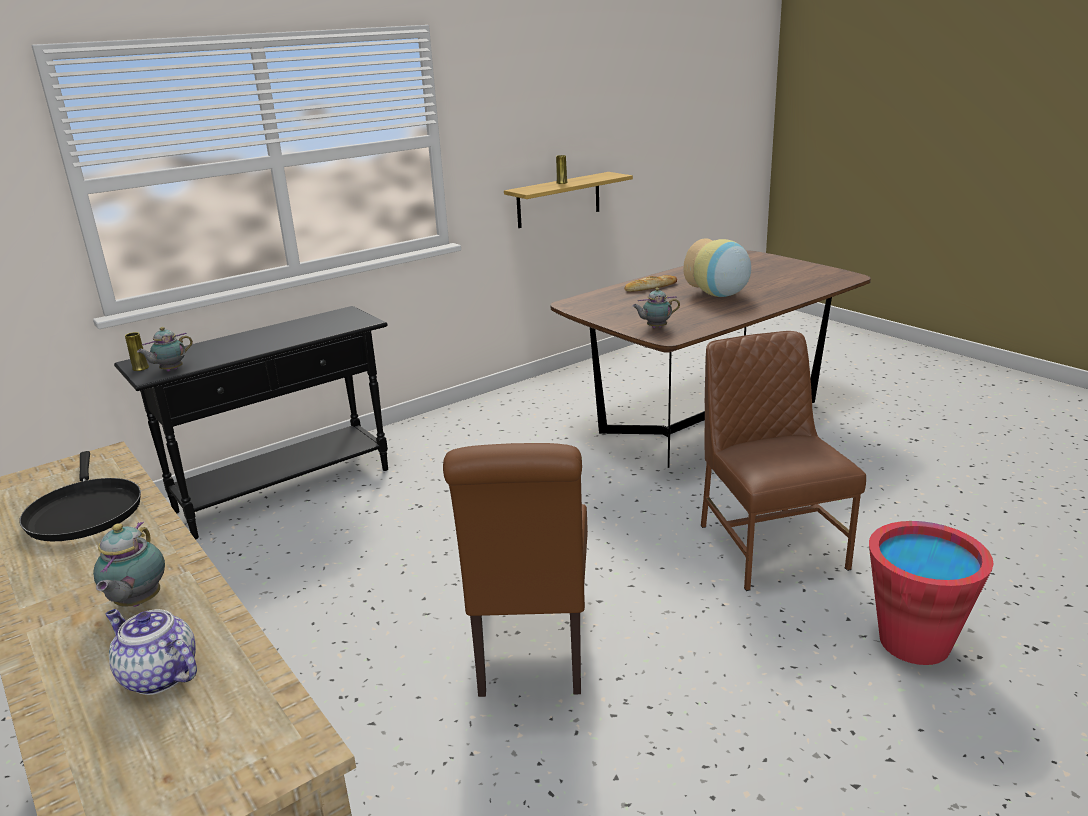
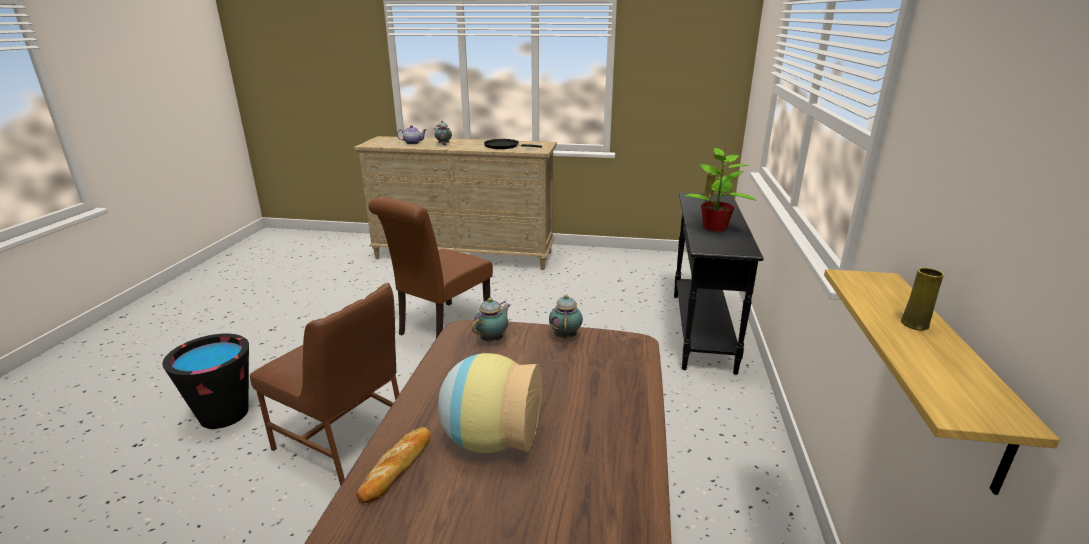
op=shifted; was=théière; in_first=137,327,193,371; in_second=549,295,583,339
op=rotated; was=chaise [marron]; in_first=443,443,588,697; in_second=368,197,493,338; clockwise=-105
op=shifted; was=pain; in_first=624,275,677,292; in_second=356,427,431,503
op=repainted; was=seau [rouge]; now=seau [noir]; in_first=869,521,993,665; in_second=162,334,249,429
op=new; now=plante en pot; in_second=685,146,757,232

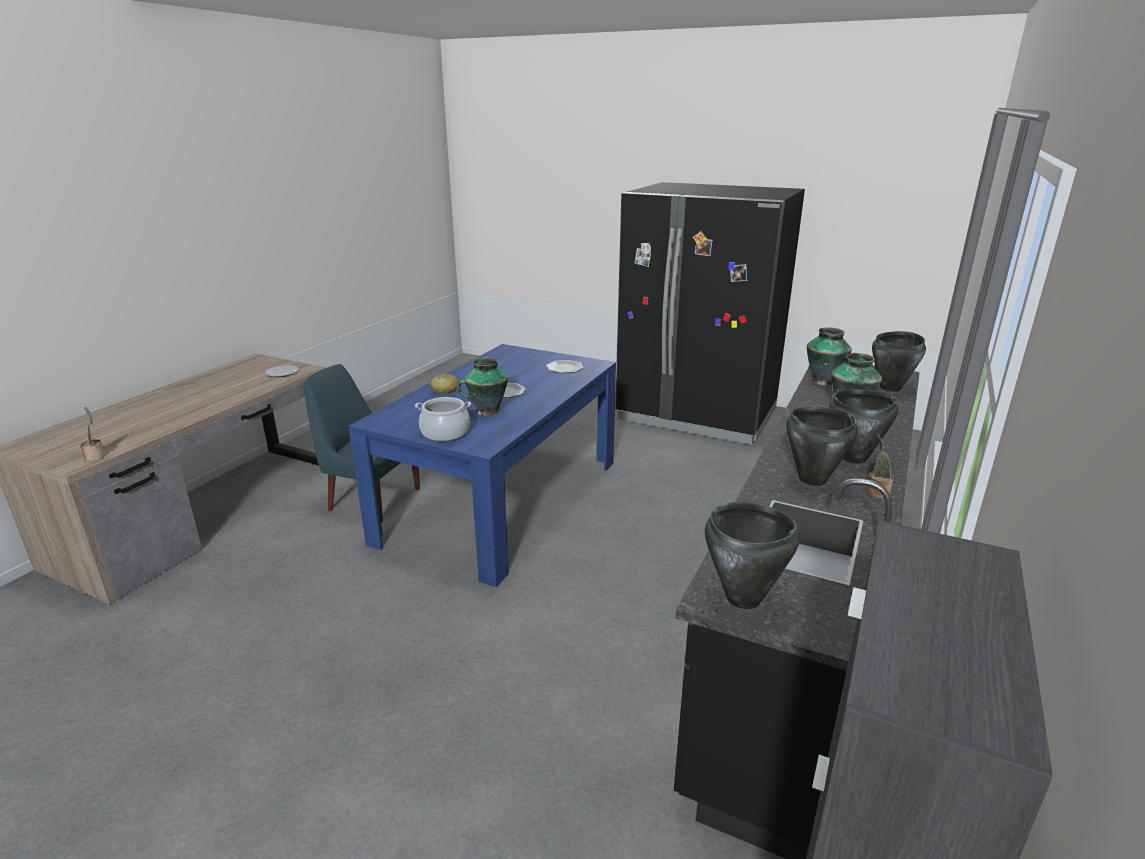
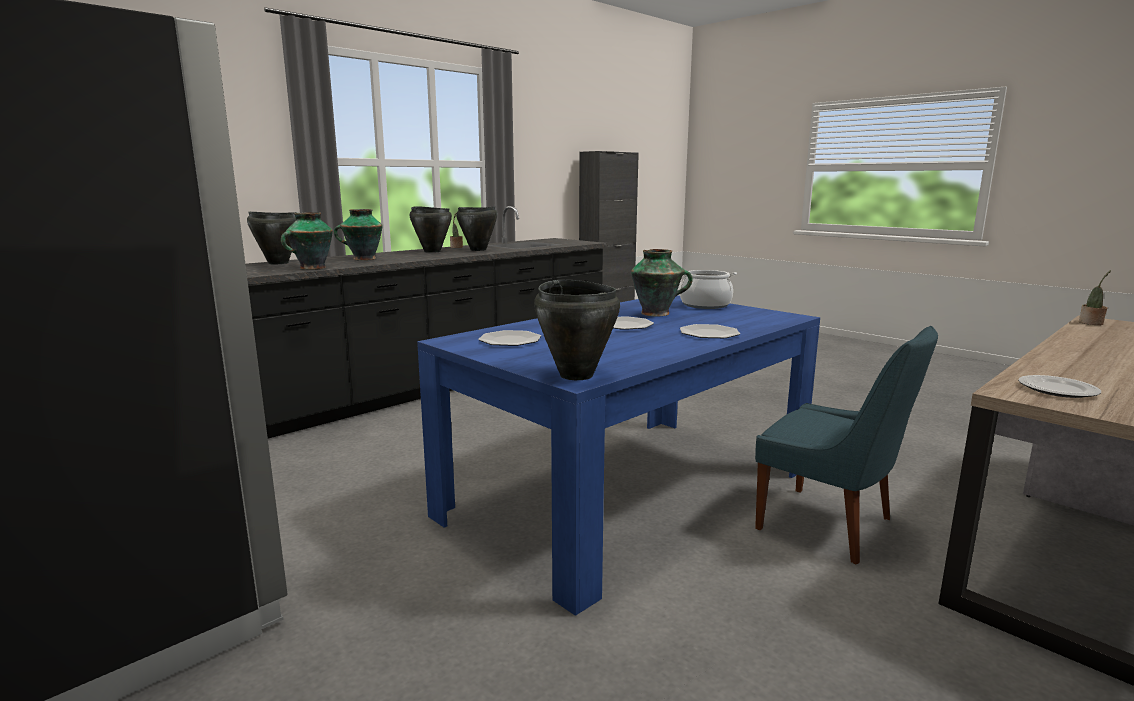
op=swapped; was=pain; now=assiette; in_first=430,374,459,394; in_second=680,324,740,338
op=shifted; was=marmite [noir]; in_first=705,502,799,609; in_second=534,280,620,380

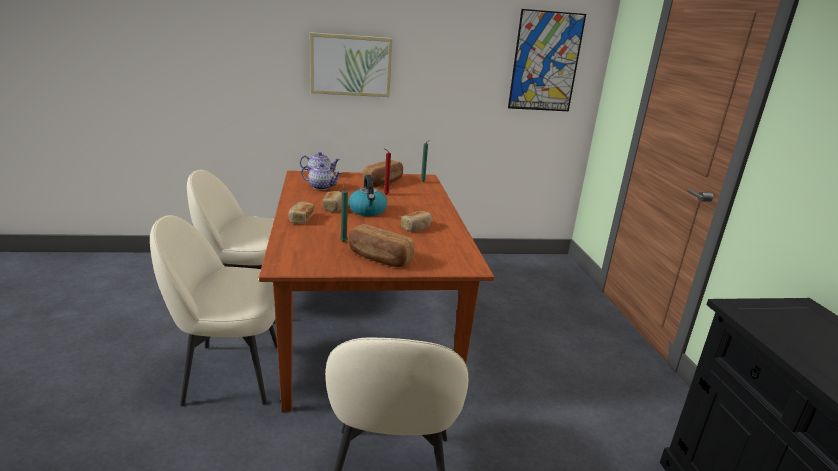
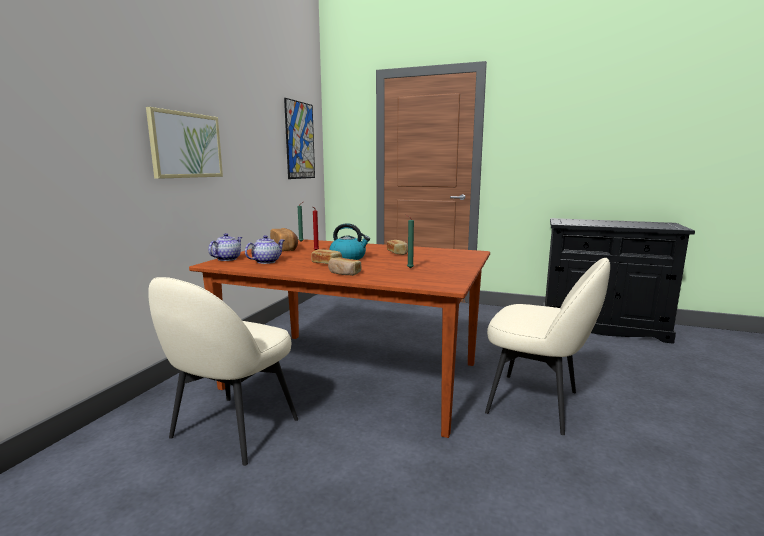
op=gone; was=chaise [beige]; in_first=150,215,277,406
op=gone; was=pain; in_first=348,224,415,267

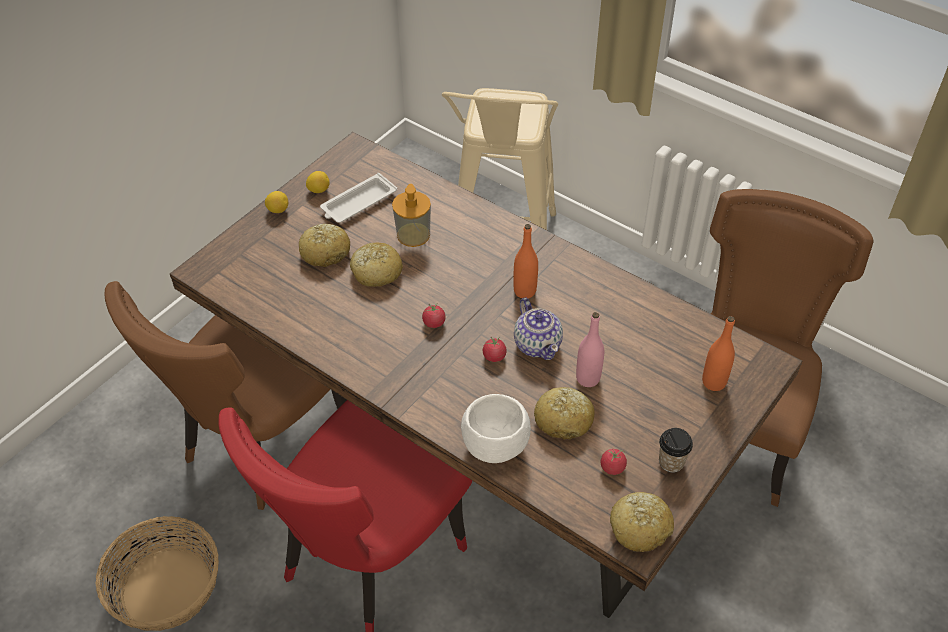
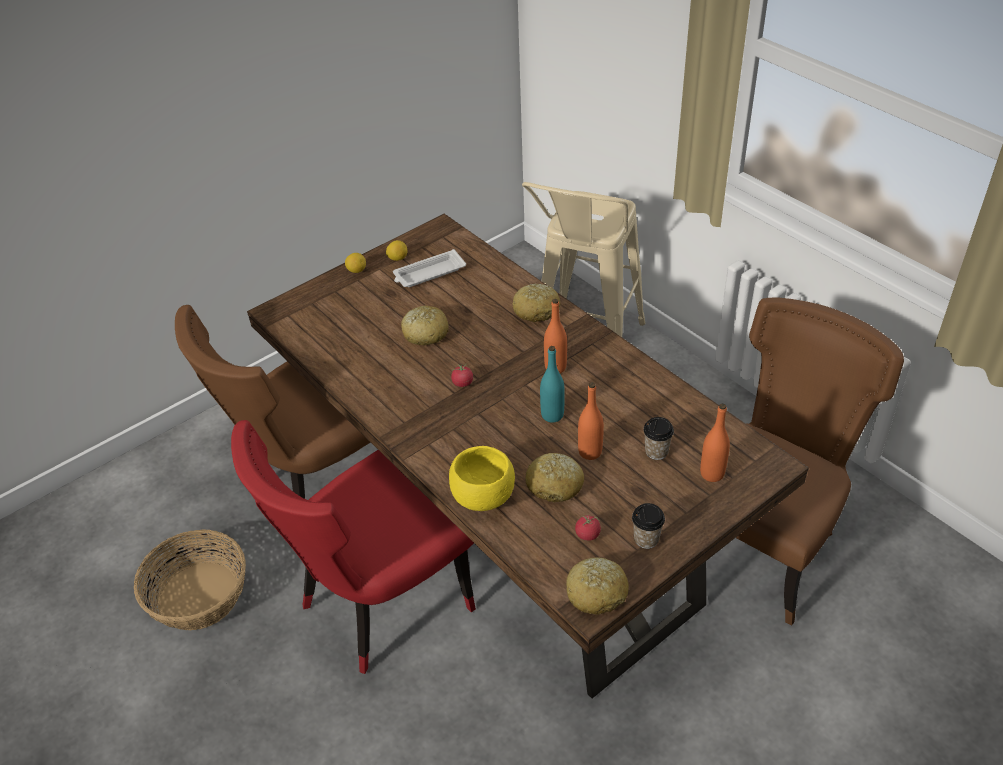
op=shifted; was=pain; in_first=299,224,350,267; in_second=513,283,560,322
op=gone; was=distributeur de savon; in_first=392,184,431,247
op=repainted; was=bol [blanc]; now=bol [jaune]; in_first=461,394,531,463; in_second=449,446,515,511
op=gone; was=tomate; in_first=483,337,507,362
op=swapped; was=théière; now=bouteille [turquoise]; in_first=514,298,563,360; in_second=540,346,565,422
op=repainted; was=bouteille [rose]; now=bouteille [orange]; in_first=576,312,604,387; in_second=578,382,604,460
op=new; now=tasse; in_second=643,417,674,460

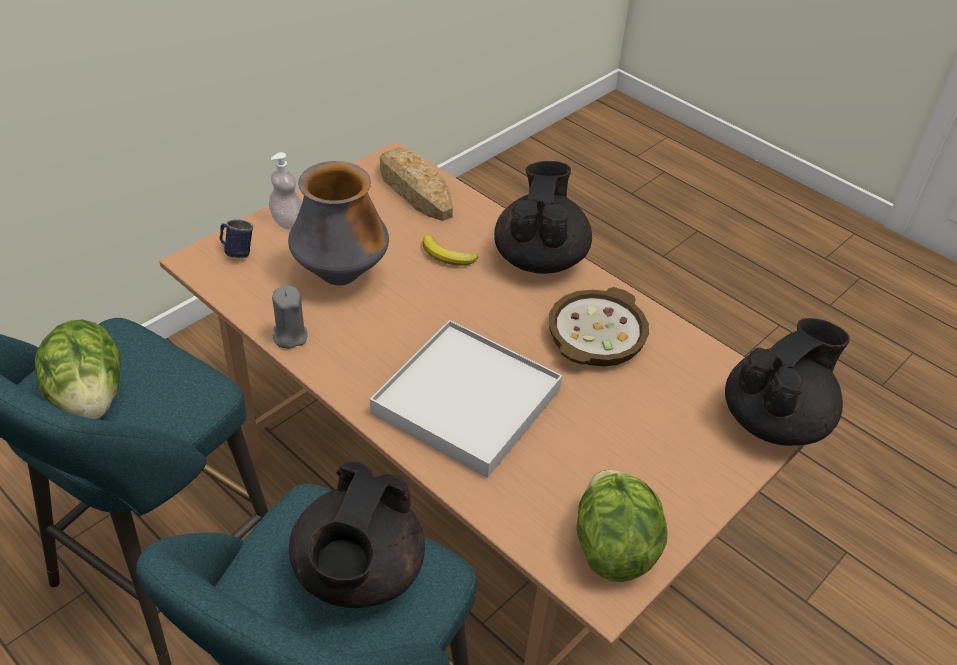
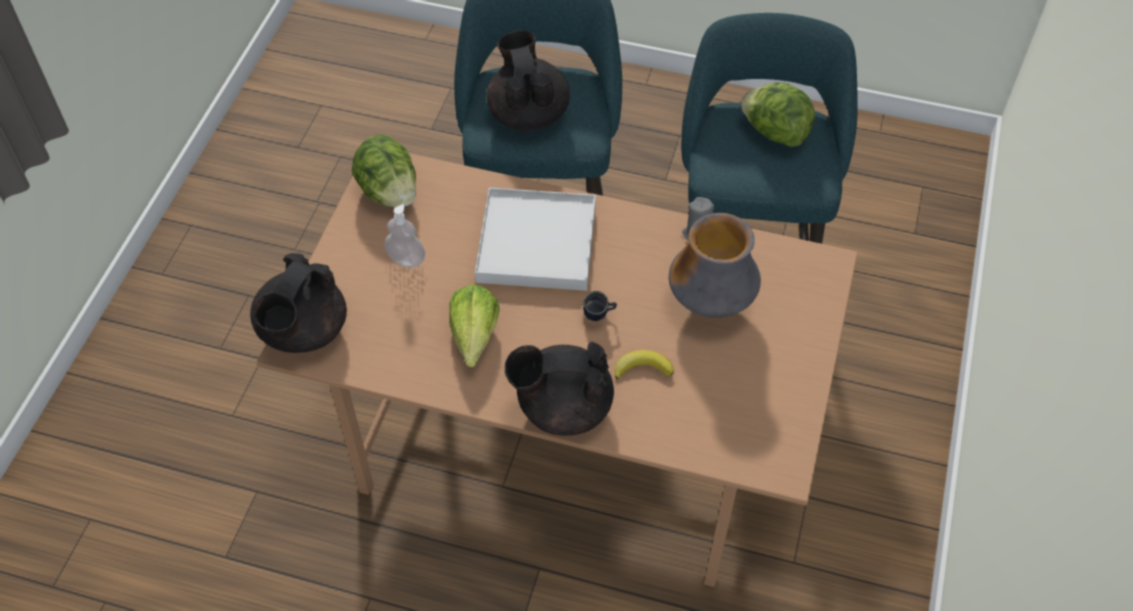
op=shifted; was=mug [bleu]; in_first=220,220,253,258; in_second=583,291,617,321
op=shifted; was=distributeur de savon; in_first=269,152,302,230; in_second=385,204,425,267
op=gone; was=pain; in_first=380,148,453,221
op=rotated; was=théière [noir]; in_first=494,161,592,274; in_second=505,342,614,436; clockwise=105
op=swapped; was=bol; now=laitue; in_first=549,287,649,367; in_second=449,284,499,367

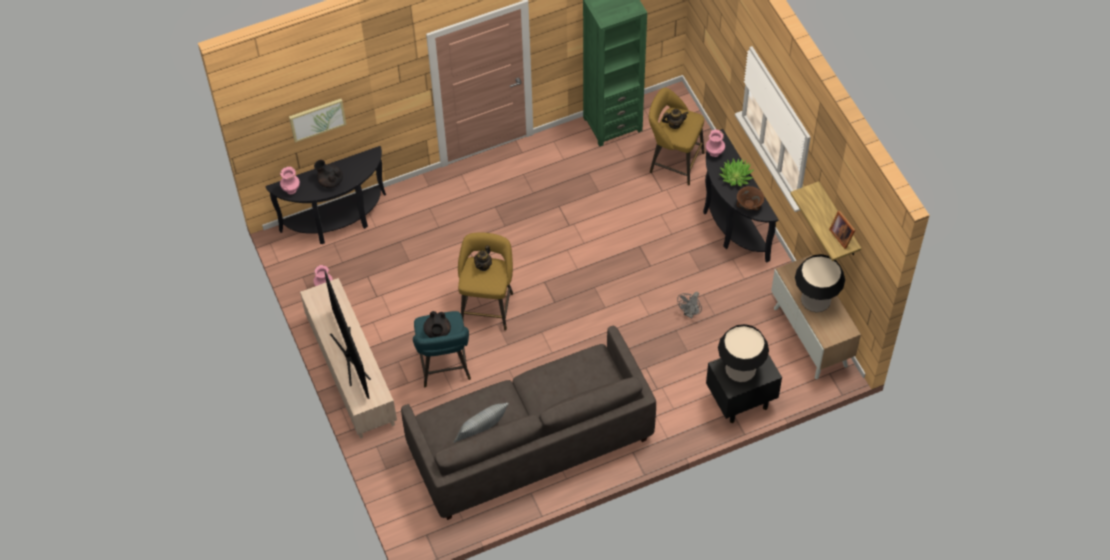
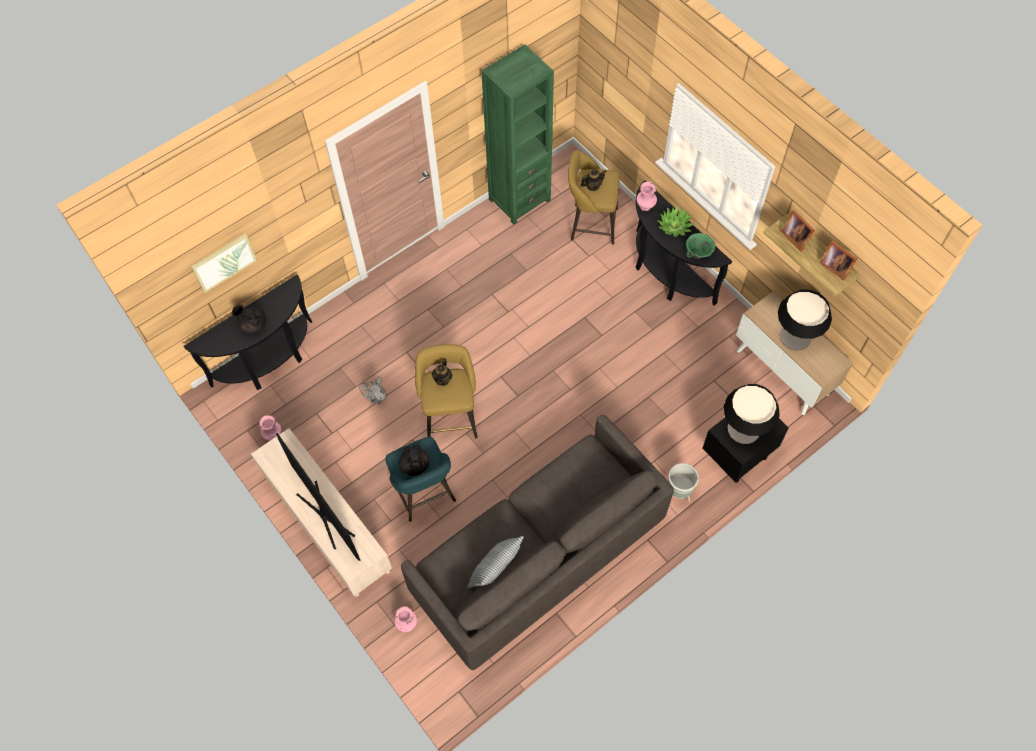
op=shifted; was=vase [rose]; in_first=280,166,300,194; in_second=394,606,417,632
op=shifted; was=ventilateur [gris]; in_first=677,292,702,318; in_second=359,376,387,404
op=repainted; was=bol [marron]; now=bol [vert]; in_first=737,186,764,210; in_second=686,233,715,259
op=new; now=cache-pot [gris]; in_second=668,463,699,502
op=new; now=cadre photo; in_second=781,210,815,251

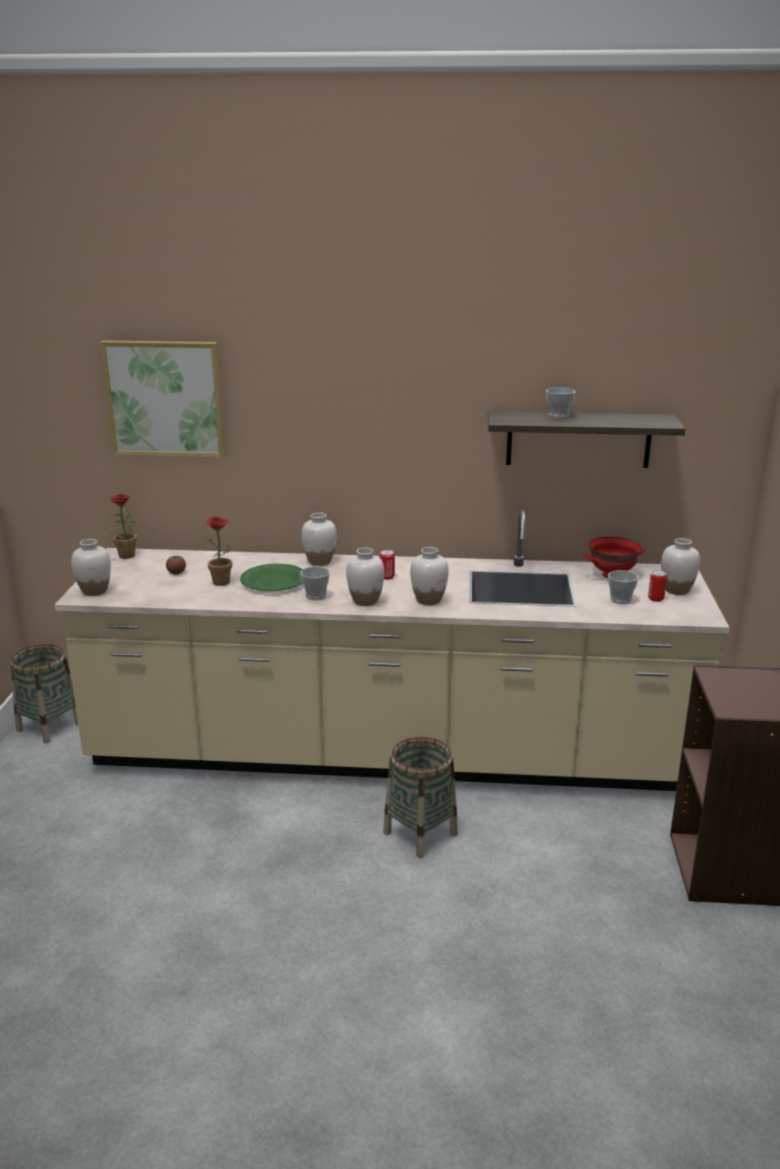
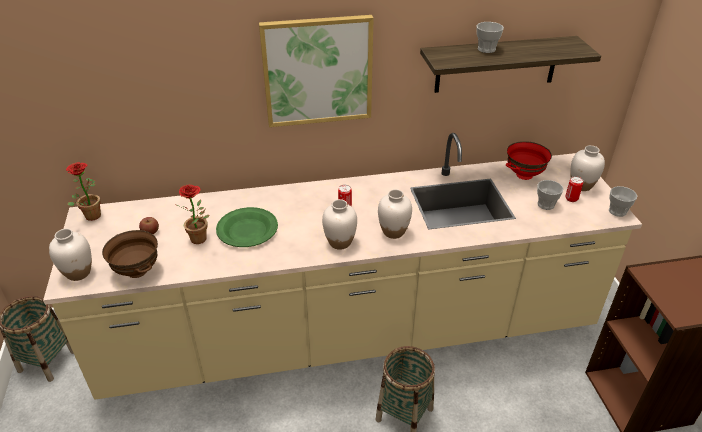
op=shifted; was=tableau; in_first=100,340,225,458; in_second=259,15,374,127
op=shifted; was=tasse; in_first=300,567,330,600; in_second=609,186,637,217
op=gone; was=vase [blanc]; in_first=302,512,337,566
op=new; now=bol [marron]; in_second=102,230,158,278

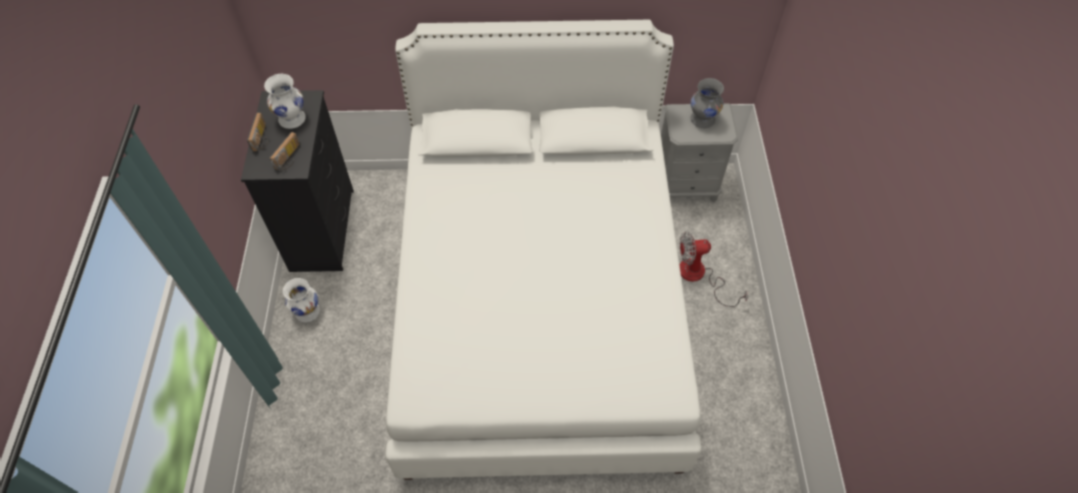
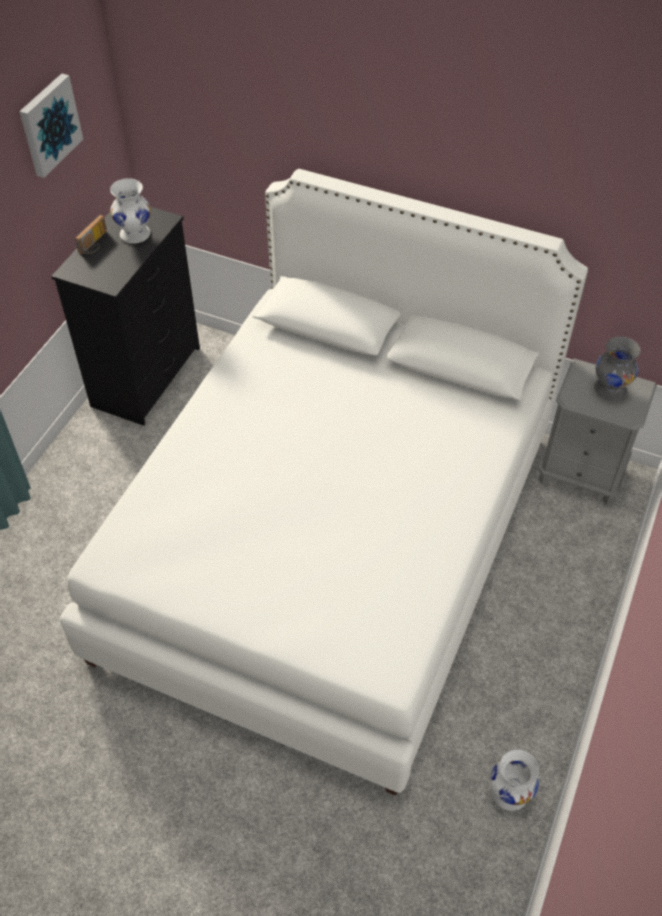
op=gone; was=radio; in_first=270,132,299,171
op=shifted; was=vase [blanc]; in_first=283,278,320,323; in_second=491,749,539,811
op=gone; was=ventilateur; in_first=680,231,748,307
op=new; now=tableau; in_second=19,73,83,178

